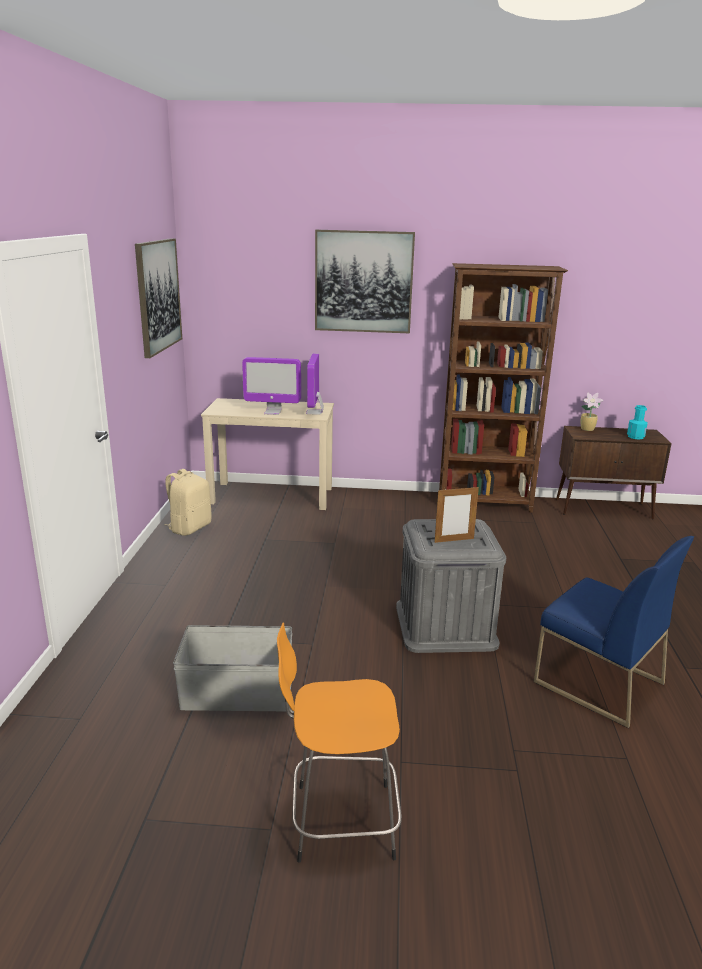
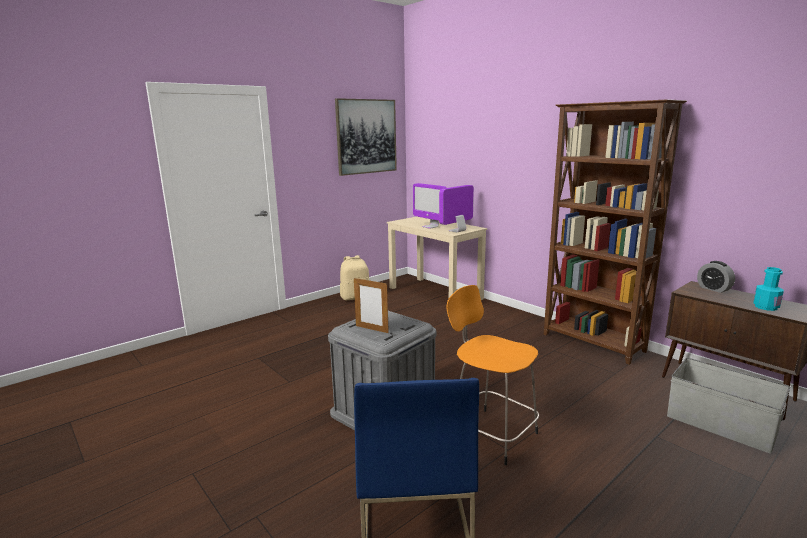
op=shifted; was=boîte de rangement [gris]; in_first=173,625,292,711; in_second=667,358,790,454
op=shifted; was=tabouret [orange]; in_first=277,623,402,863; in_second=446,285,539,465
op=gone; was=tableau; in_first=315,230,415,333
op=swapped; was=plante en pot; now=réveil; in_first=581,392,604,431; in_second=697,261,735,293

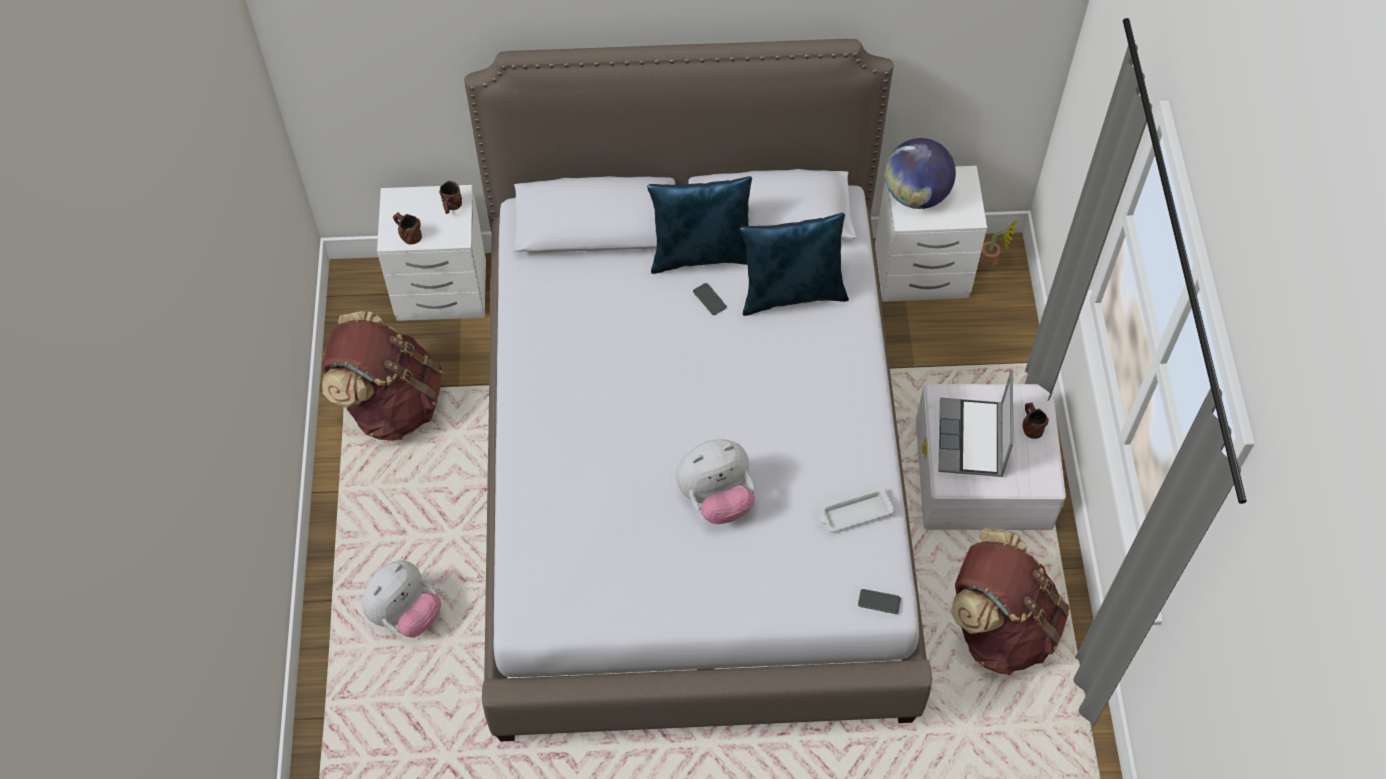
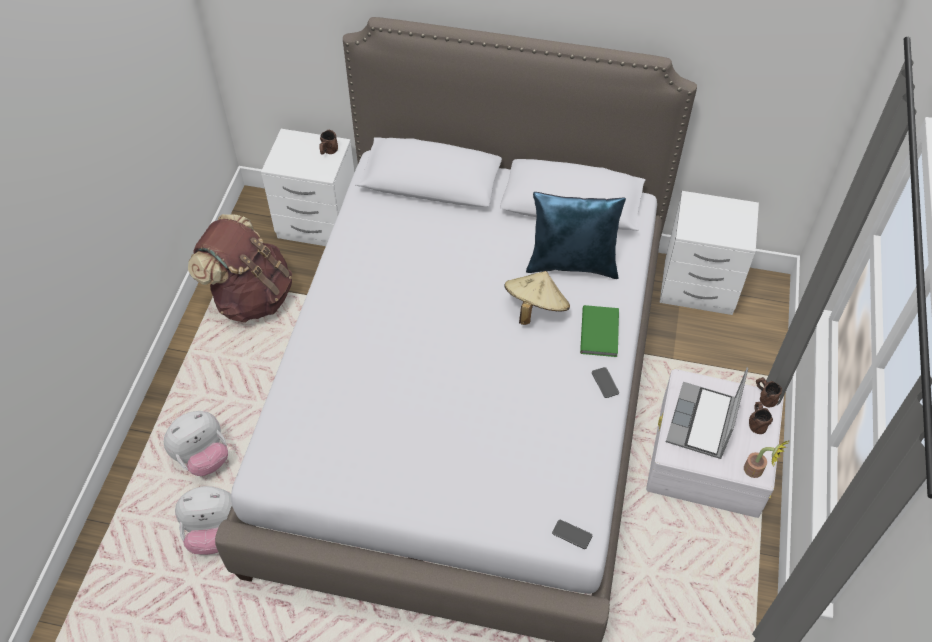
op=shifted; was=mug [marron]; in_first=393,212,422,245; in_second=756,377,782,407
op=gone; was=coussin [bleu]; in_first=647,176,752,274
op=shifted; was=peluche; in_first=676,439,755,524; in_second=175,486,232,555
op=shifted; was=téléphone; in_first=693,283,727,315; in_second=592,367,619,398
op=gone; was=plateau [blanc]; in_first=819,487,895,532
op=gone; was=globe; in_first=885,138,956,209
op=gone; was=sac à dos [marron]; in_first=951,528,1069,675
op=shifted; was=plante en pot; in_first=979,220,1019,267; in_second=744,440,789,478
op=new; now=chapeau [beige]; in_second=504,271,570,325
op=new; now=livre [vert]; in_second=580,305,619,357

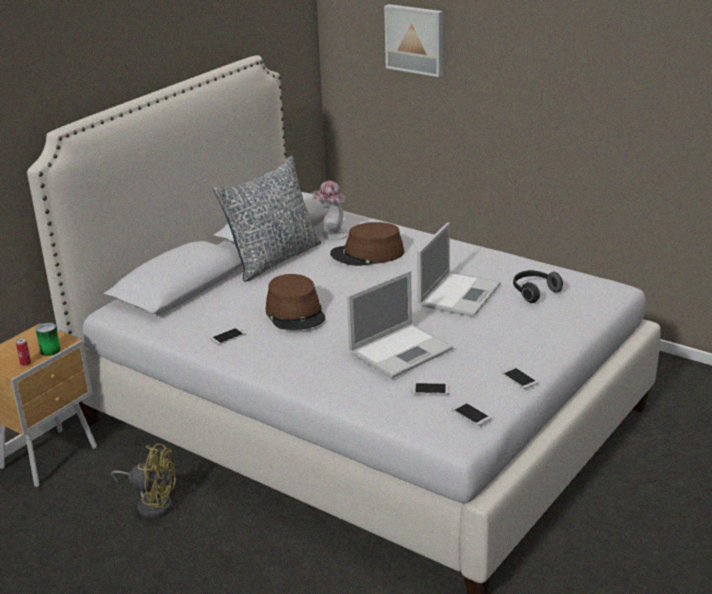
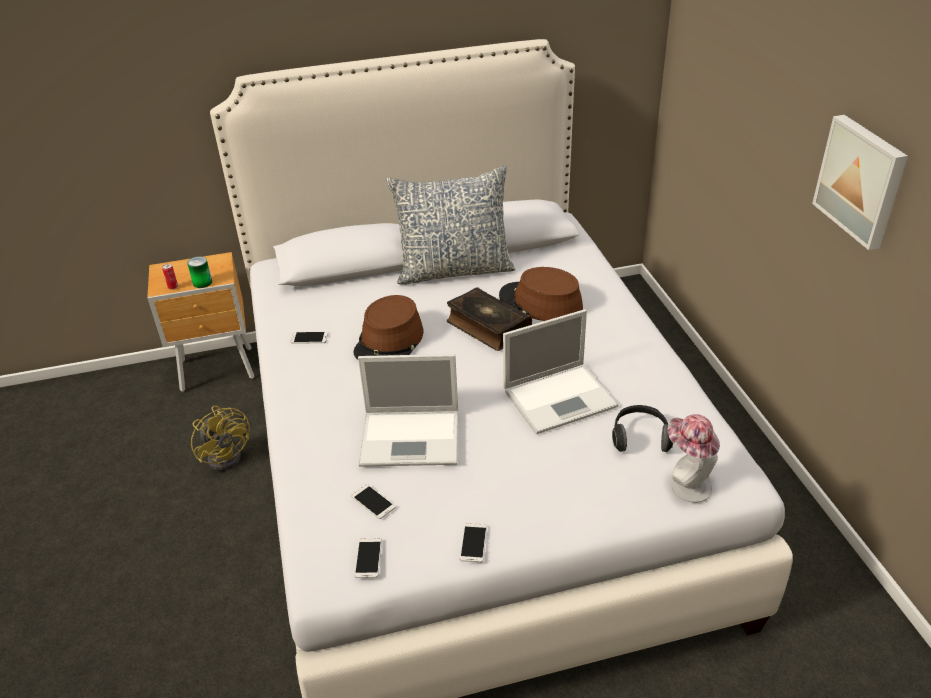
op=shifted; was=chapeau; in_first=312,181,348,240; in_second=668,414,720,503
op=shifted; was=tableau; in_first=384,4,443,77; in_second=812,115,908,250
op=new; now=livre; in_second=447,288,532,351

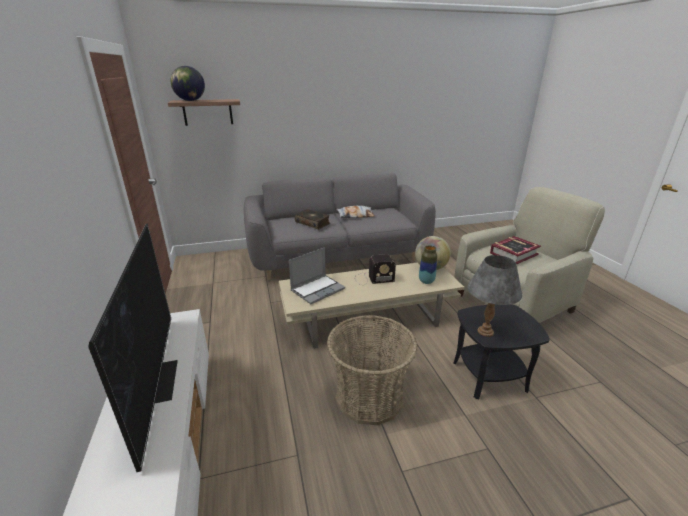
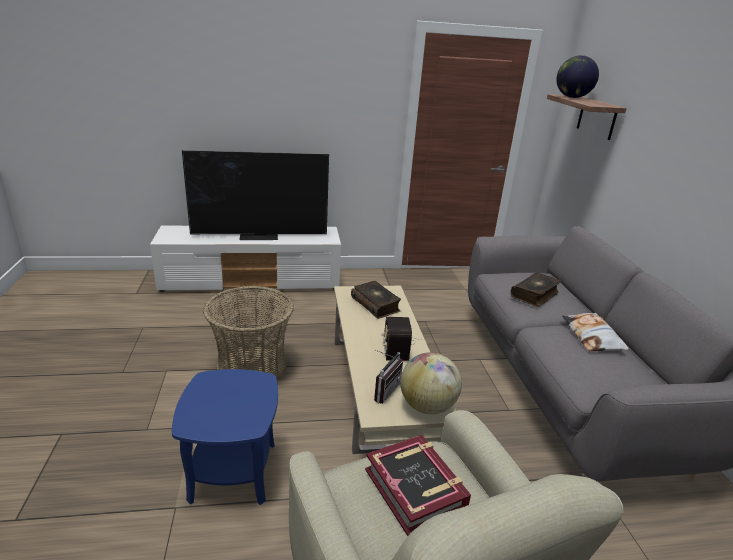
op=swapped; was=ordinateur portable; now=livre; in_first=289,247,345,304; in_second=351,281,401,319
op=swapped; was=vase; now=radio; in_first=419,245,437,284; in_second=374,350,403,404
op=repainted; was=table d'appoint [noir]; now=table d'appoint [bleu]; in_first=453,304,550,400; in_second=172,369,278,505
op=gone; was=lampe de table [gris]; in_first=467,255,522,337

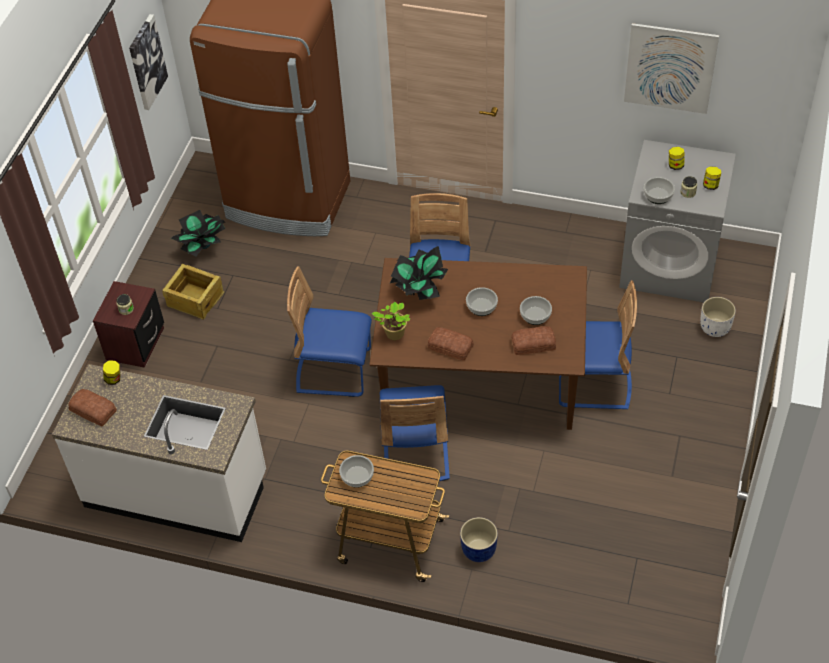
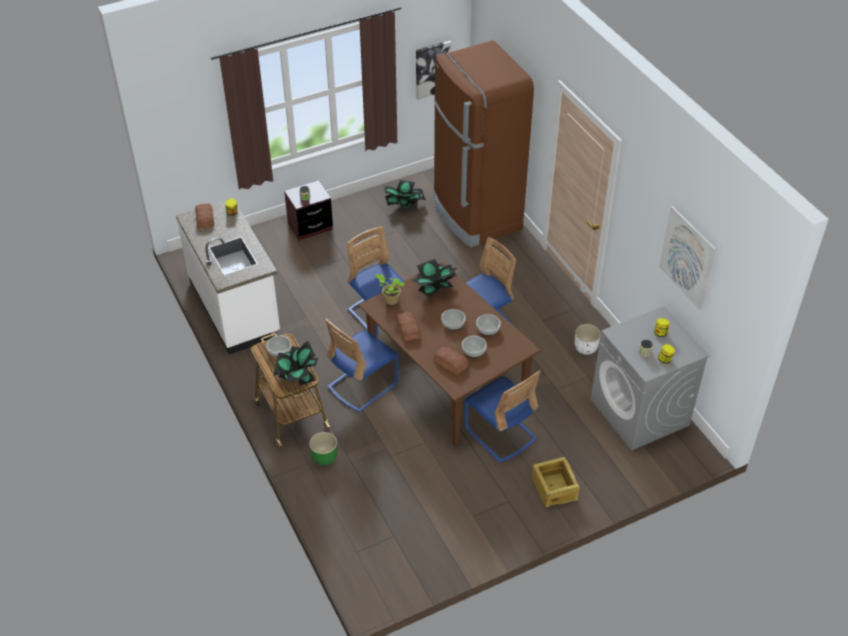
op=shifted; was=caisse; in_first=162,264,224,320; in_second=532,457,580,507
op=repainted; was=cache-pot [bleu]; now=cache-pot [vert]; in_first=460,517,498,562; in_second=309,432,337,466
op=shifted; was=bol; in_first=644,177,675,204; in_second=476,314,501,336
op=shifted; was=cache-pot [blanc]; in_first=700,297,736,337; in_second=575,324,601,355
op=new; now=plante en pot; in_second=273,341,318,385

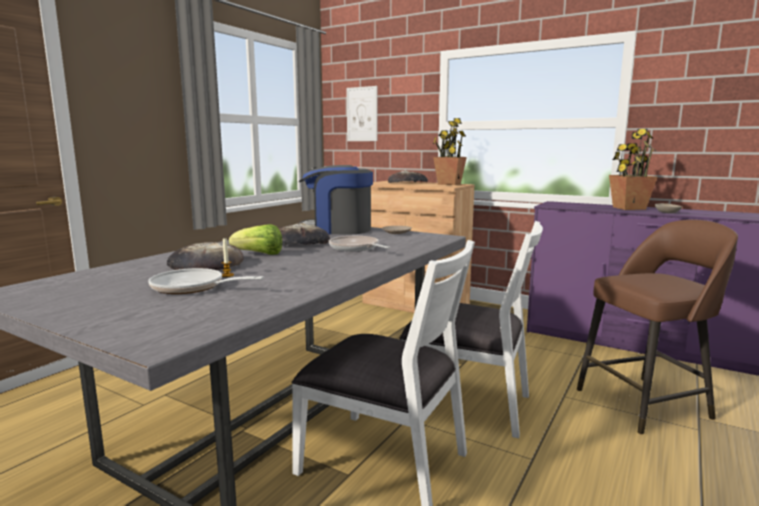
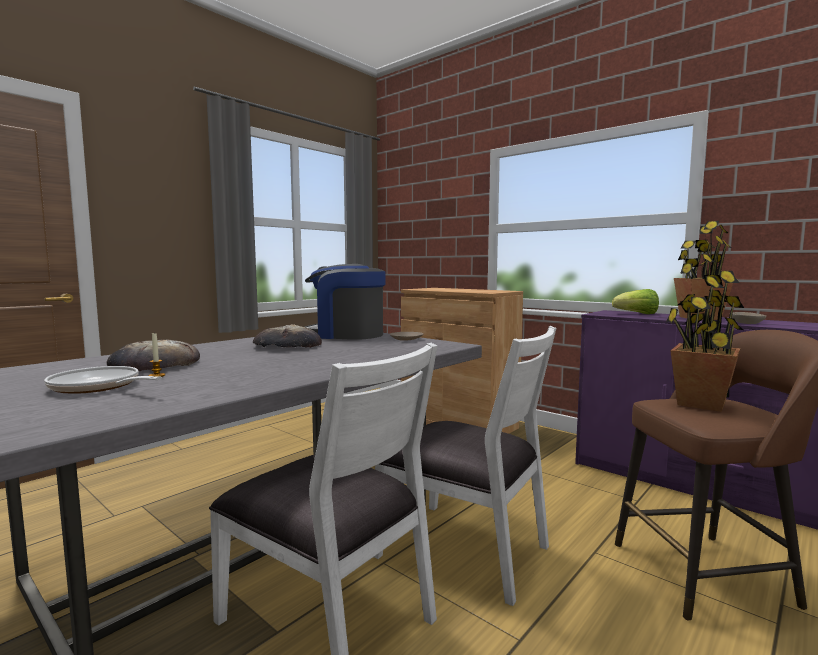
op=shifted; was=laitue; in_first=229,224,282,255; in_second=612,289,659,314
op=gone; was=poêle; in_first=329,236,390,251
op=gone; was=tableau; in_first=346,86,377,141
op=gone; was=pain; in_first=388,171,428,183
op=shifted; was=plante en pot; in_first=433,118,467,185; in_second=666,271,744,412

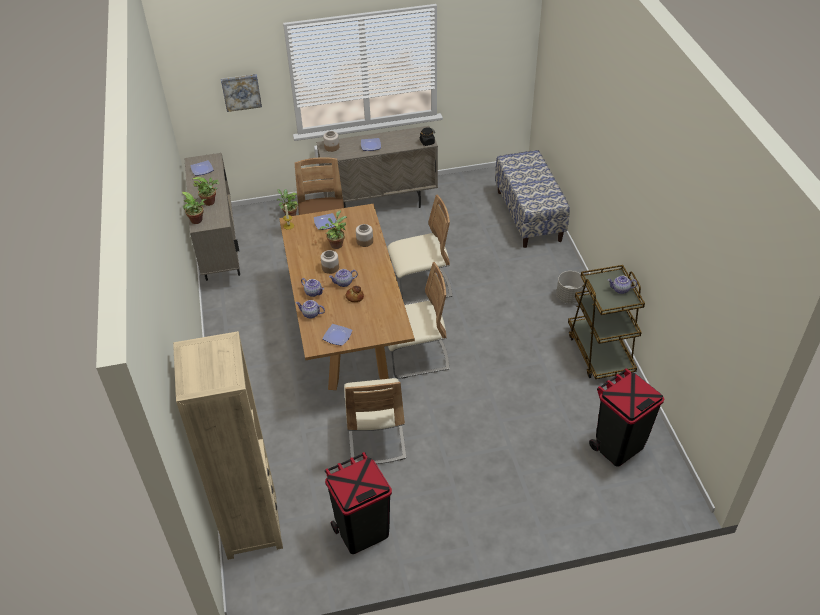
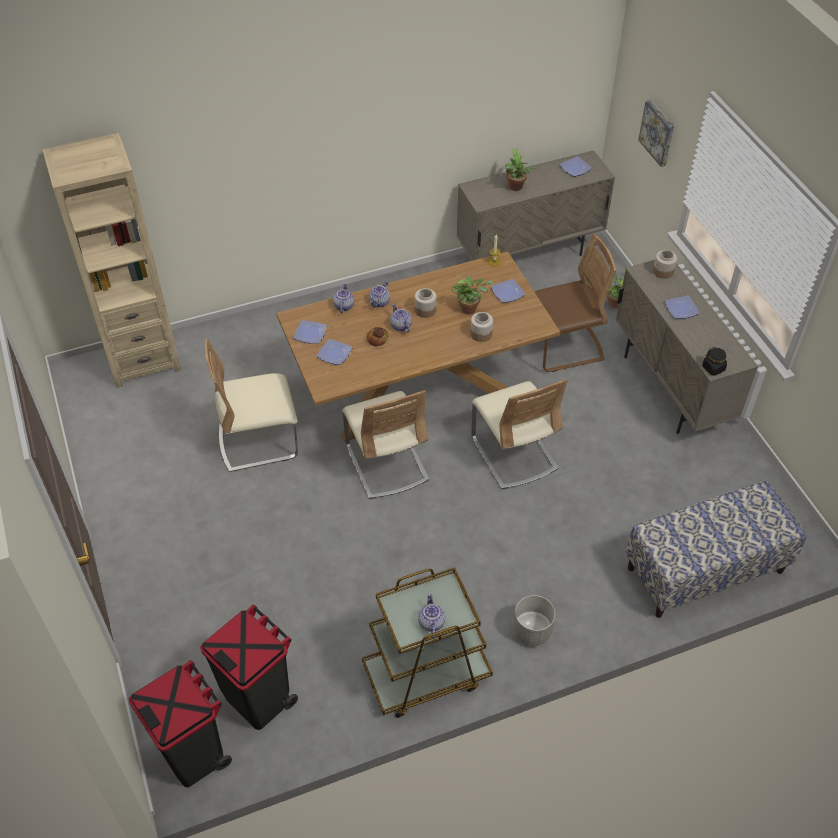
op=gone; was=plante en pot; in_first=182,192,206,224
op=shifted; was=poubelle [noir]; in_first=325,452,392,554; in_second=129,660,232,787
op=new; now=assiette; in_second=316,339,353,365

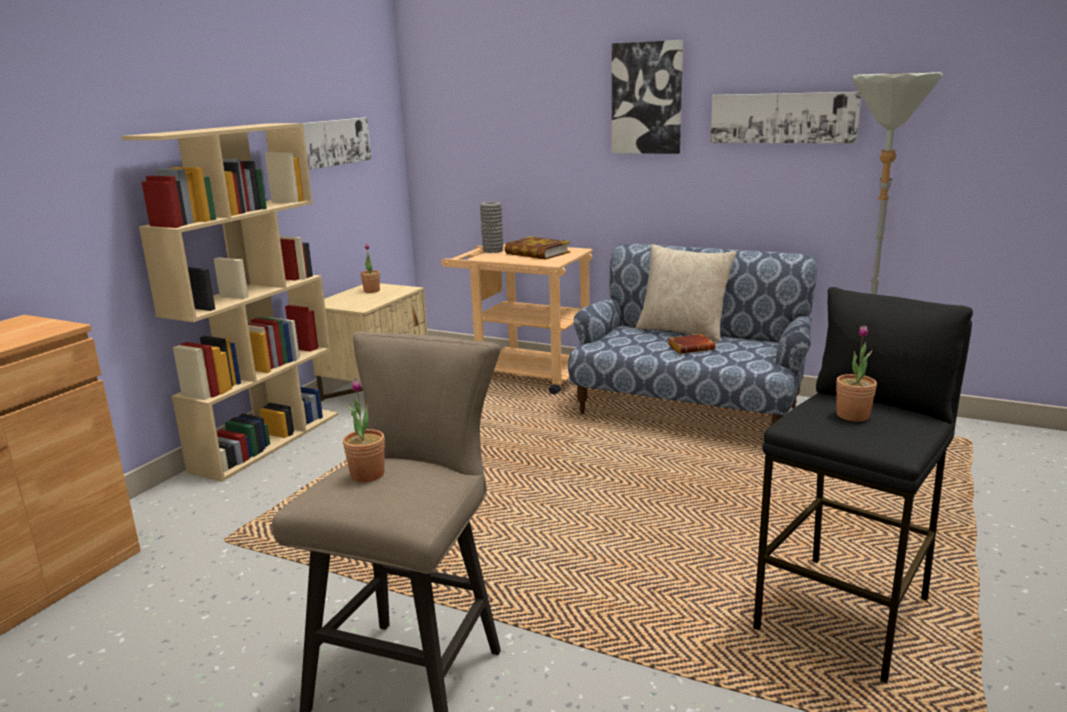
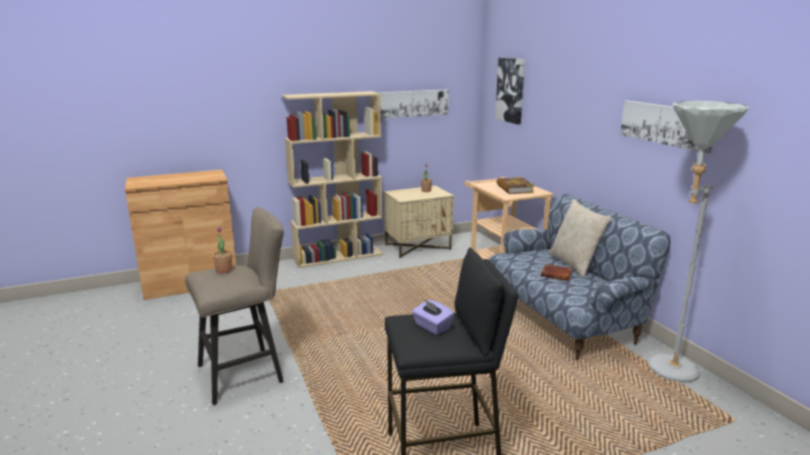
op=gone; was=vase [gris]; in_first=480,202,503,253
op=shifted; was=tableau; in_first=612,40,683,154; in_second=495,58,525,124
op=swapped; was=plante en pot; now=boîte à mouchoirs [violet]; in_first=836,325,877,421; in_second=412,299,454,335

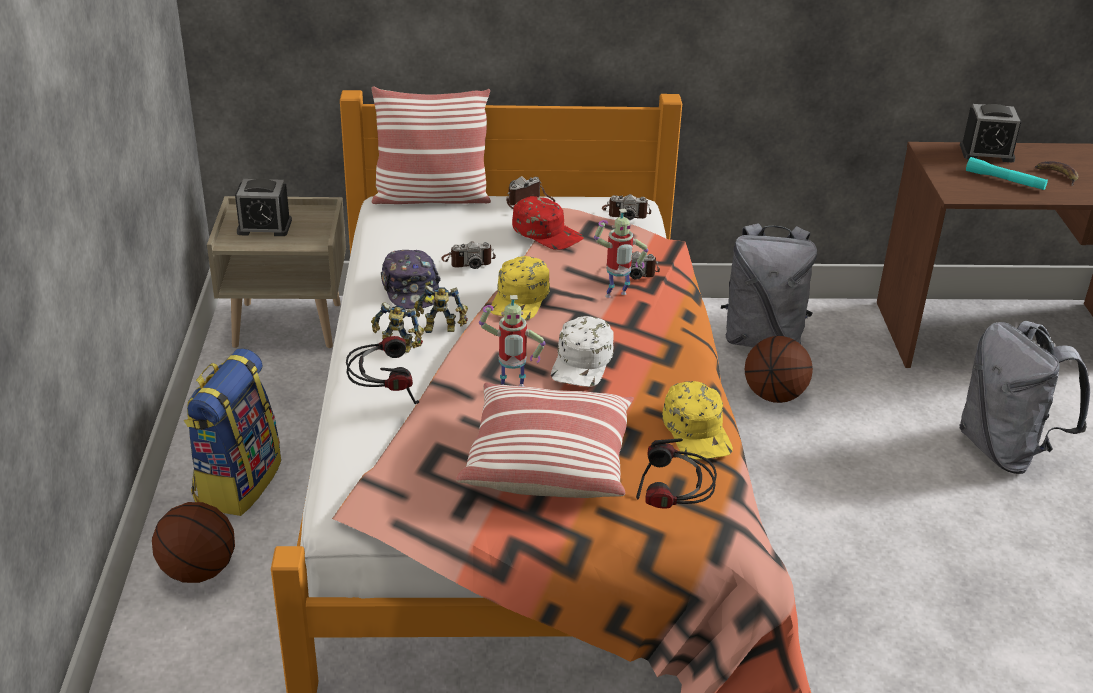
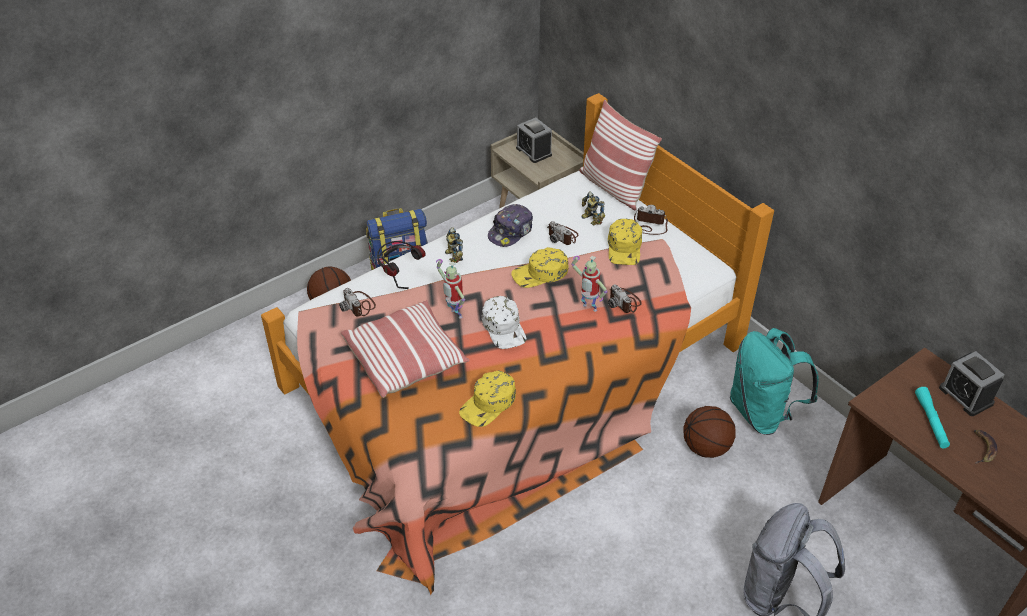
op=shifted; was=robot jouet; in_first=414,286,468,333; in_second=582,192,605,225
op=repainted; was=casquette [rouge]; now=casquette [jaune]; in_first=512,196,584,250; in_second=608,219,642,265
op=rotated; was=casquette [blanc]; in_first=551,316,614,387; in_second=482,296,526,349; clockwise=-90
op=shifted; was=appareil photo; in_first=602,194,651,220; in_second=339,288,376,317
op=gone; was=casque audio; in_first=636,438,717,508
op=repainted; was=sac à dos [gris]; now=sac à dos [turquoise]; in_first=721,223,817,347; in_second=730,328,819,435

